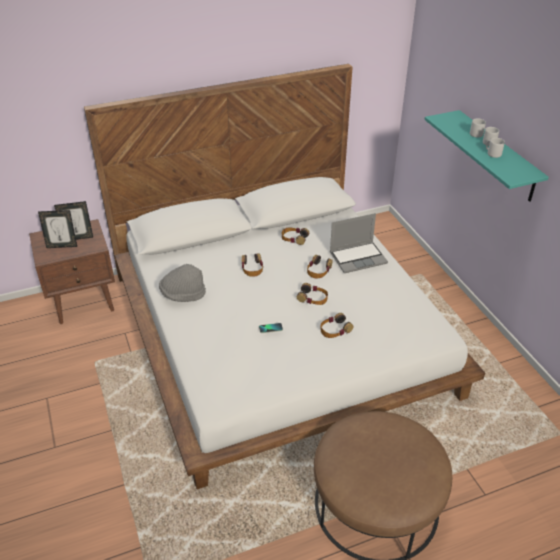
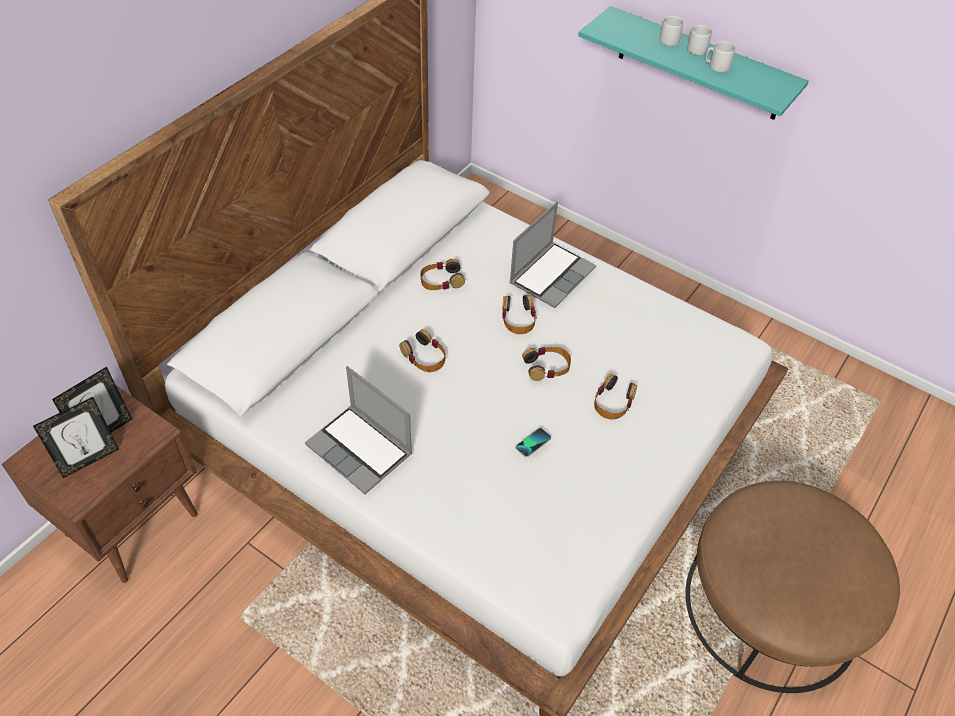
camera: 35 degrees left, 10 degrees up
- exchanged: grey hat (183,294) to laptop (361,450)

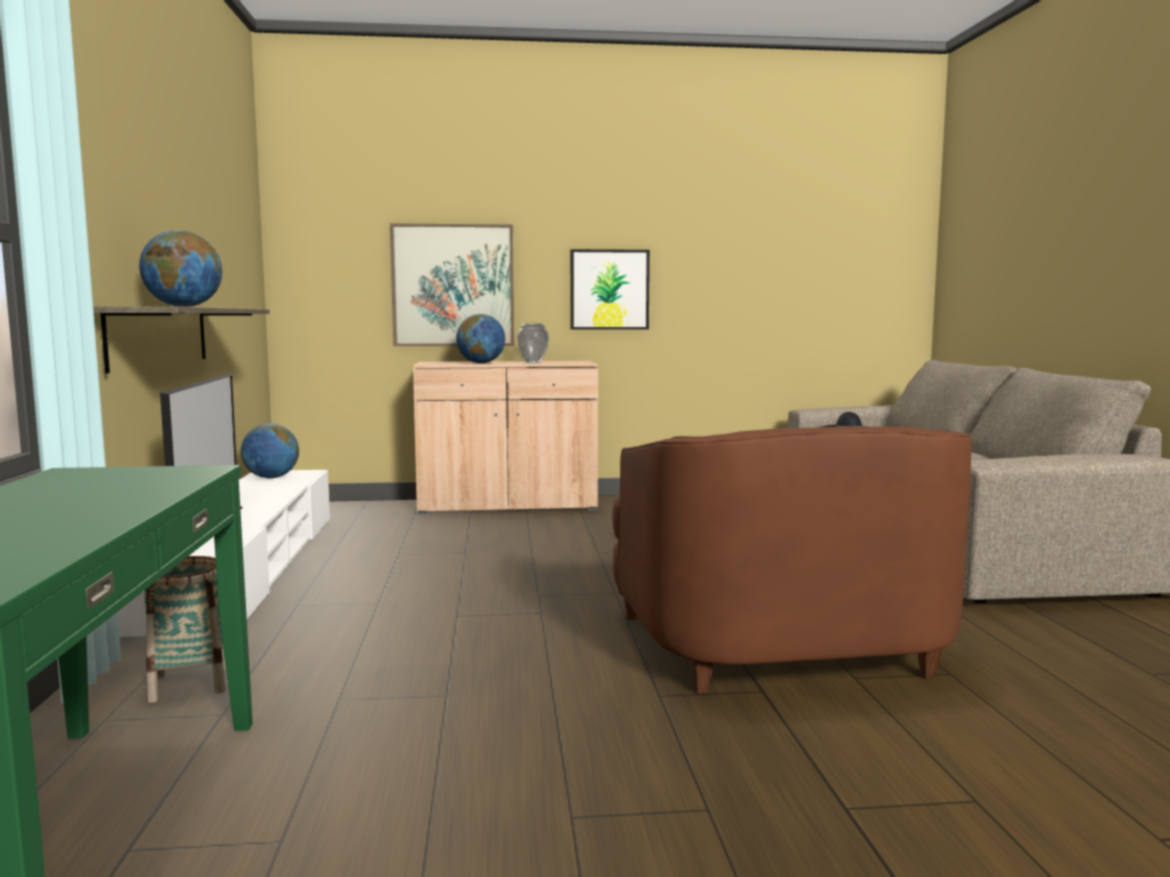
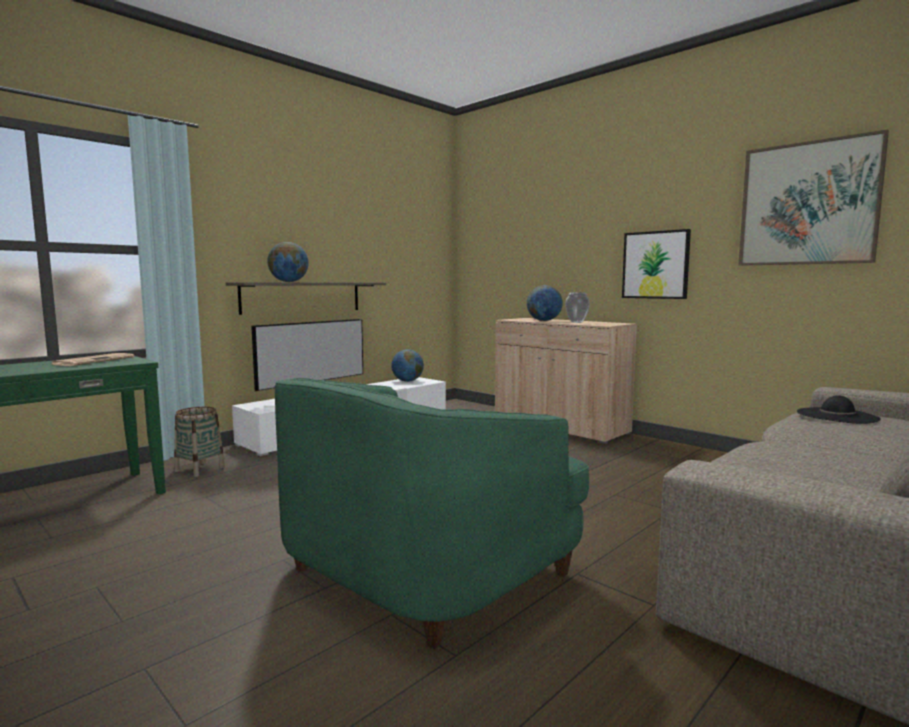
camera: 50 degrees right, 0 degrees up
- relocated: picture (453,285) to (808,204)
- colour: brown armchair (777,643) to green armchair (425,568)
- appeared: newspaper (94,361)

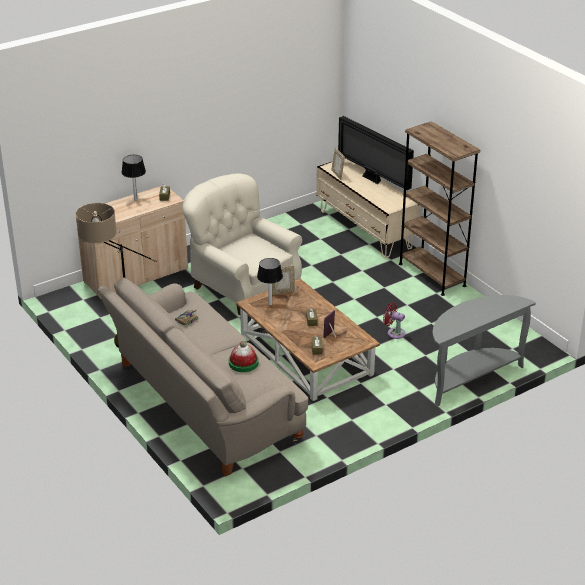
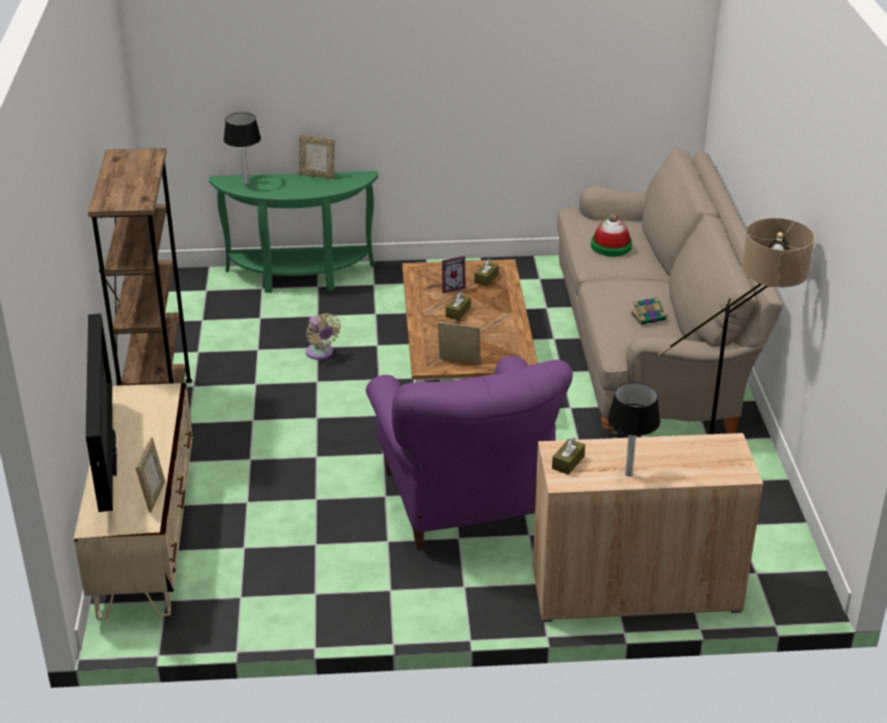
camera: 150 degrees left, 0 degrees up
- colour: beige armchair (241,286) to purple armchair (466,500)
- relocated: table lamp (270,304) to (246,182)
- colour: red fan (394,332) to beige fan (320,353)
- colour: grey console table (470,378) to green console table (299,277)
- appeared: picture frame (317,175)

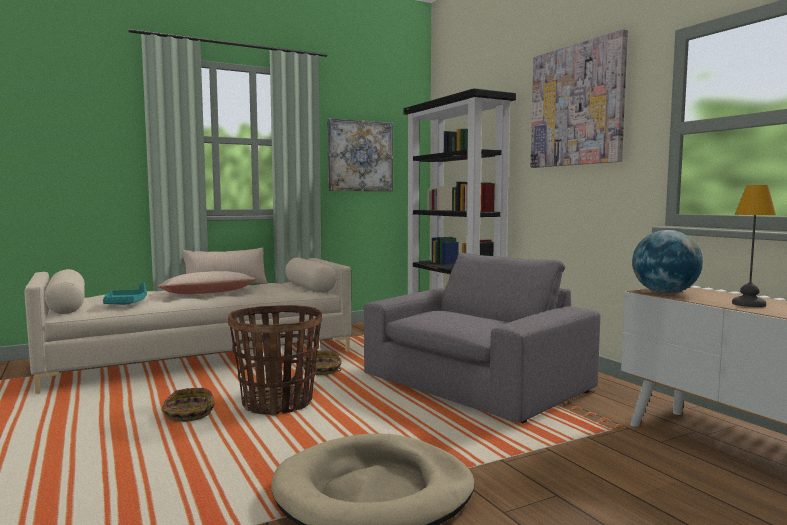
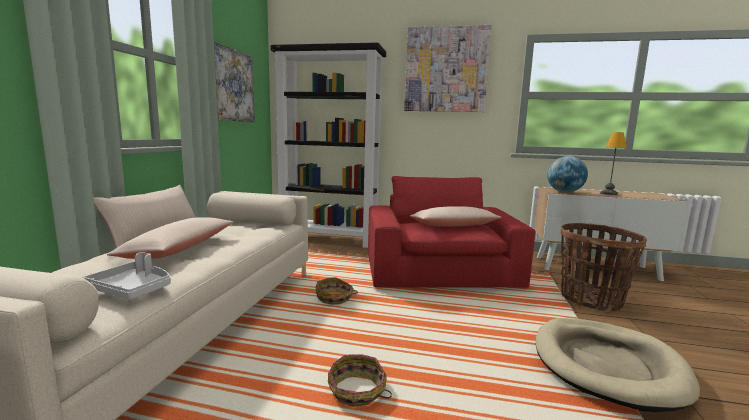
camera: 50 degrees left, 5 degrees up
- colour: turquoise tray (126,303) to grey tray (132,289)
- relocated: basket (278,403) to (591,300)
- colour: grey armchair (475,384) to red armchair (440,271)
- appeared: beige pillow (453,226)

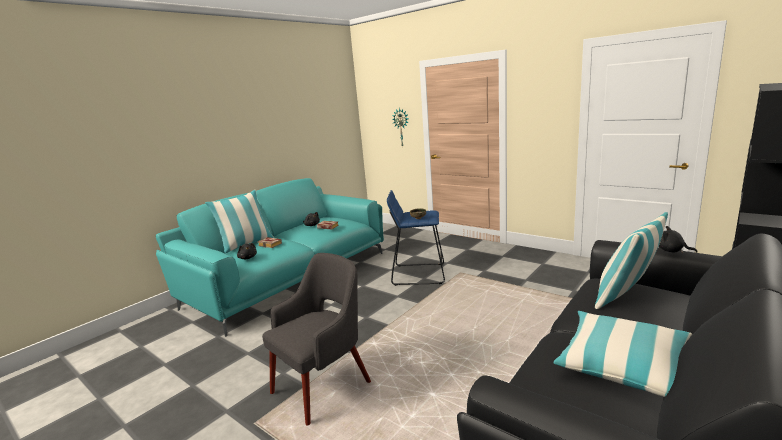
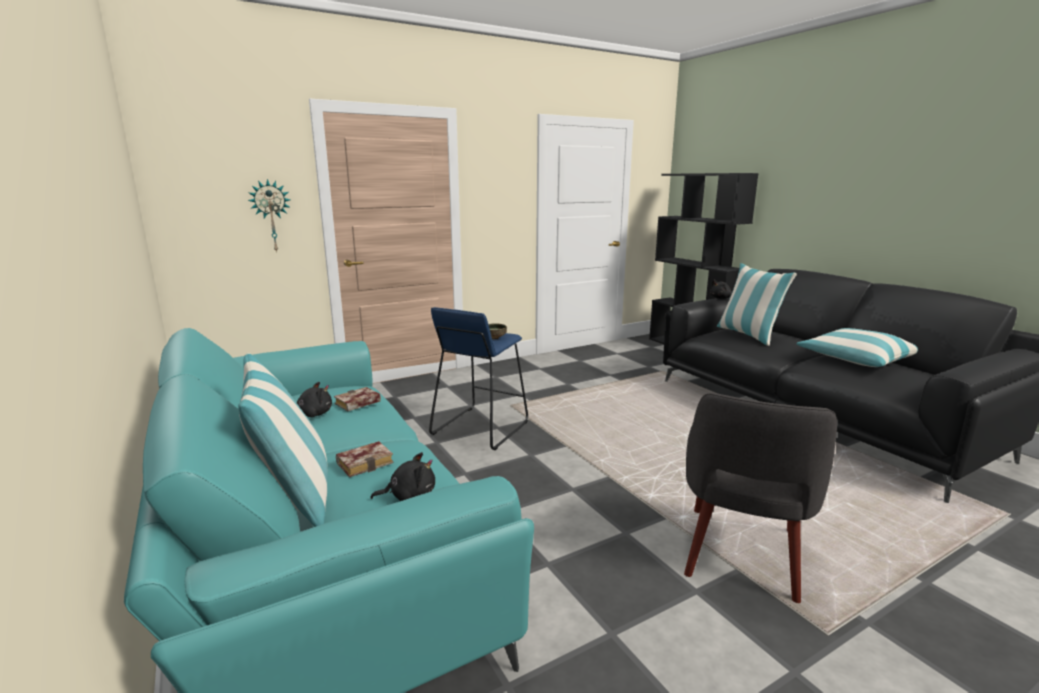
camera: 70 degrees left, 0 degrees up
- spun: grey armchair (323,386) = (741,554) 135 degrees counterclockwise

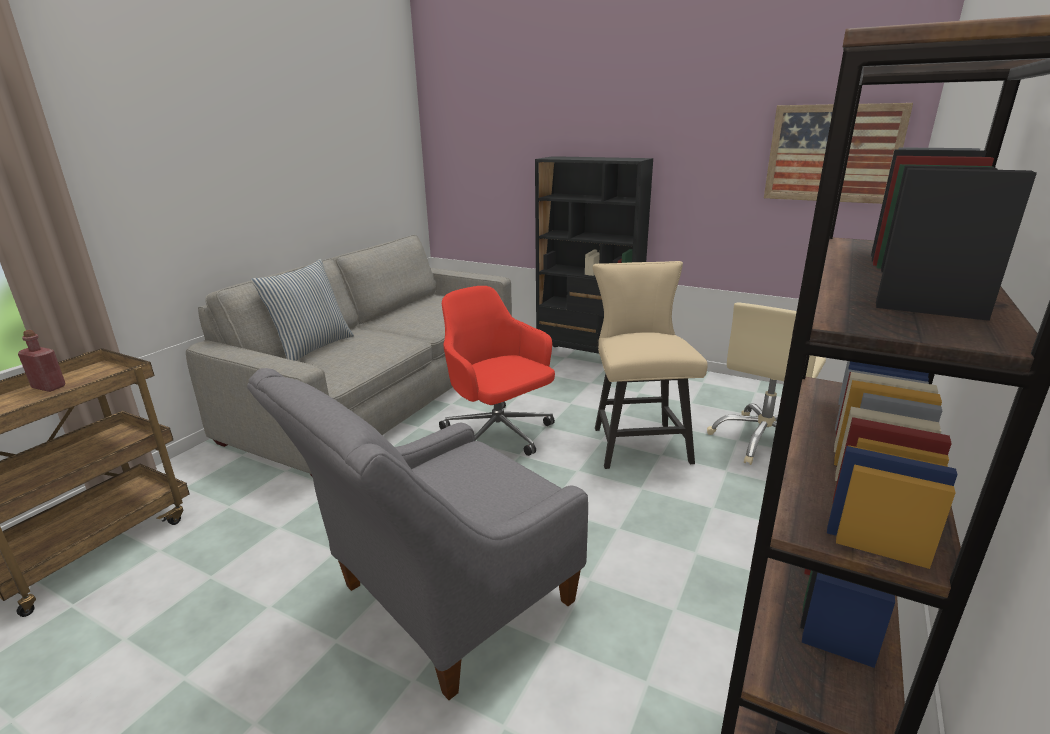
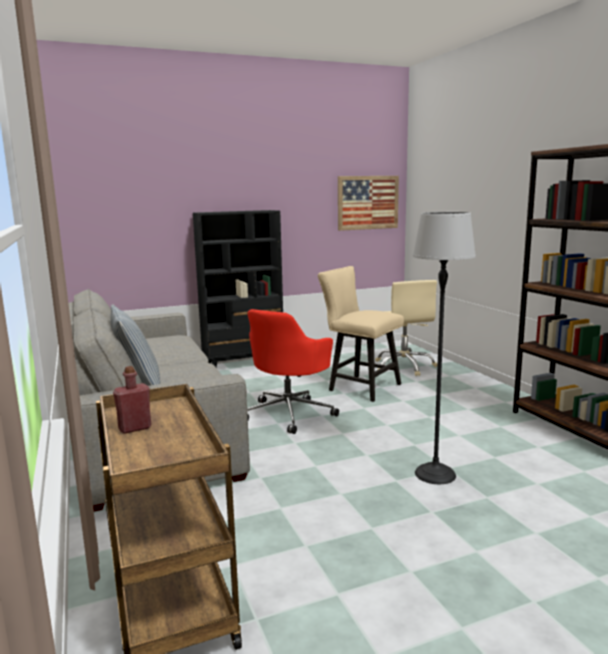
camera: 50 degrees left, 10 degrees down
- exchanged: grey armchair (442,603) to floor lamp (434,474)
- spun: red office chair (498,436) = (289,414) 60 degrees counterclockwise

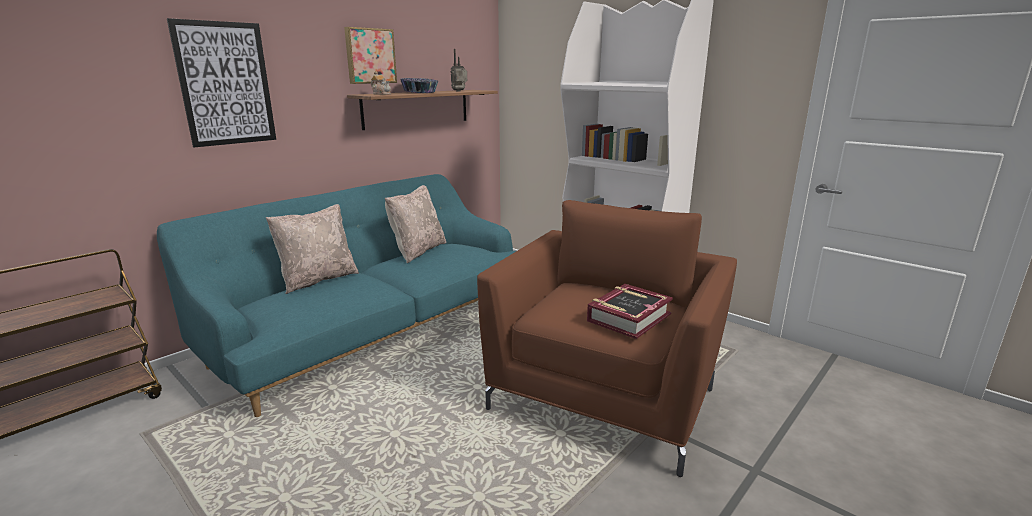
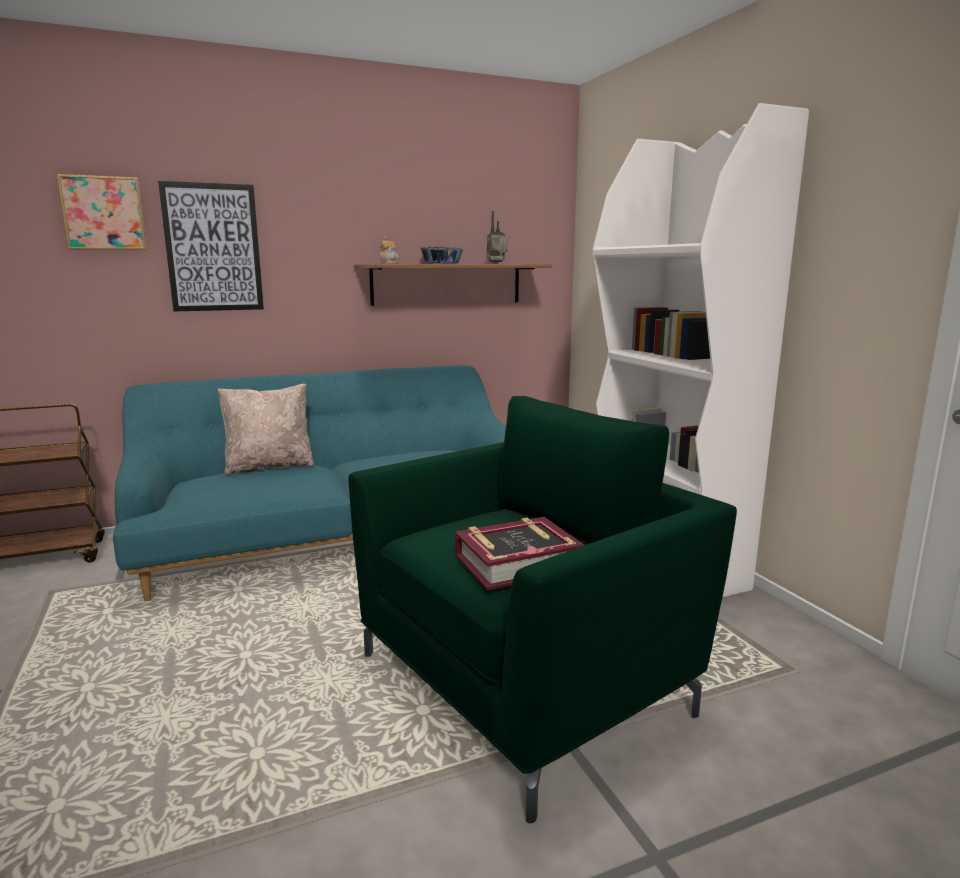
camera: 25 degrees right, 5 degrees down
- relocated: picture (370,56) to (104,213)
- missing: beige pillow (417,251)
- colour: brown armchair (605,397) to green armchair (526,682)

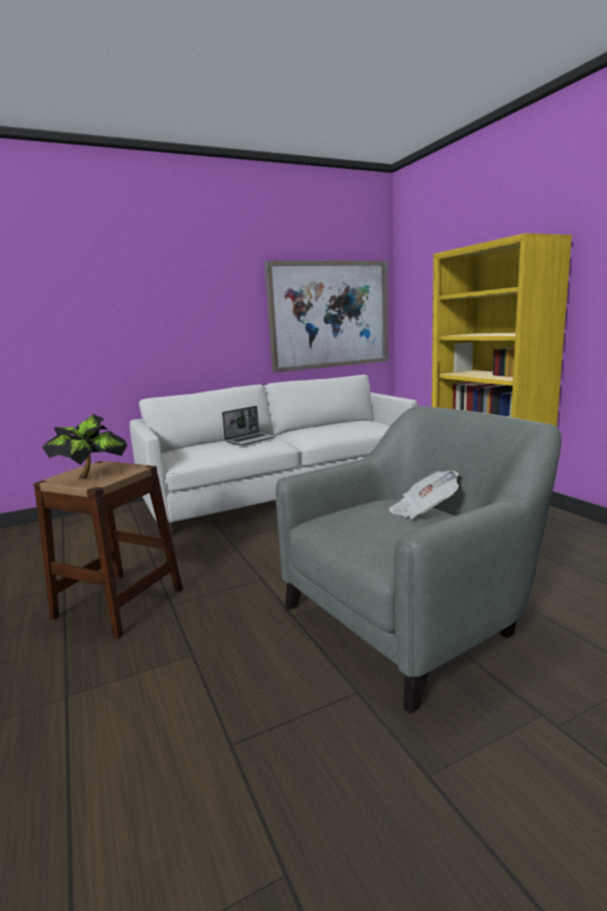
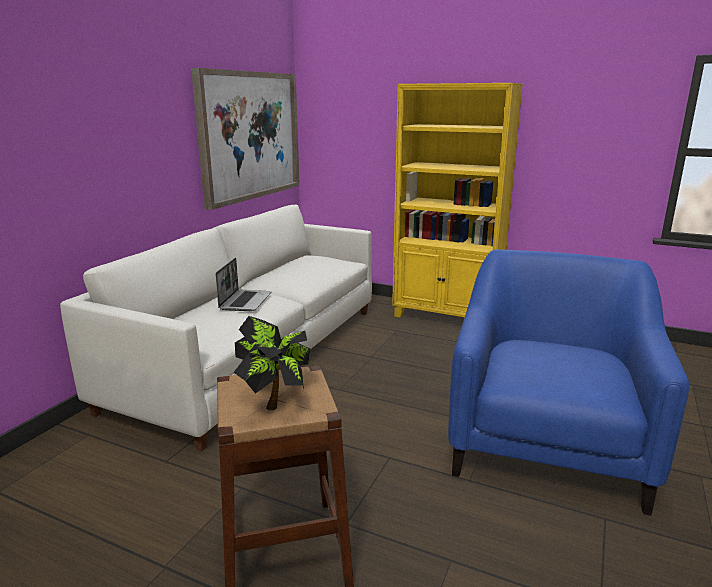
camera: 40 degrees left, 5 degrees up
- colour: grey armchair (412,615) to blue armchair (546,440)
- missing: newspaper (423,511)

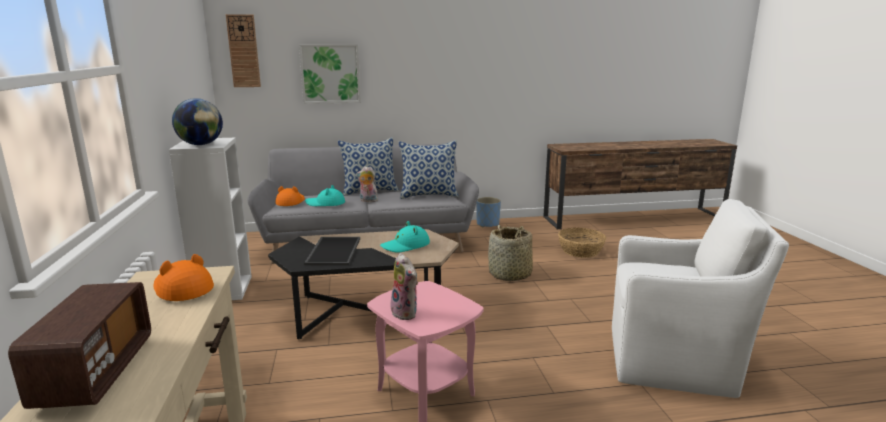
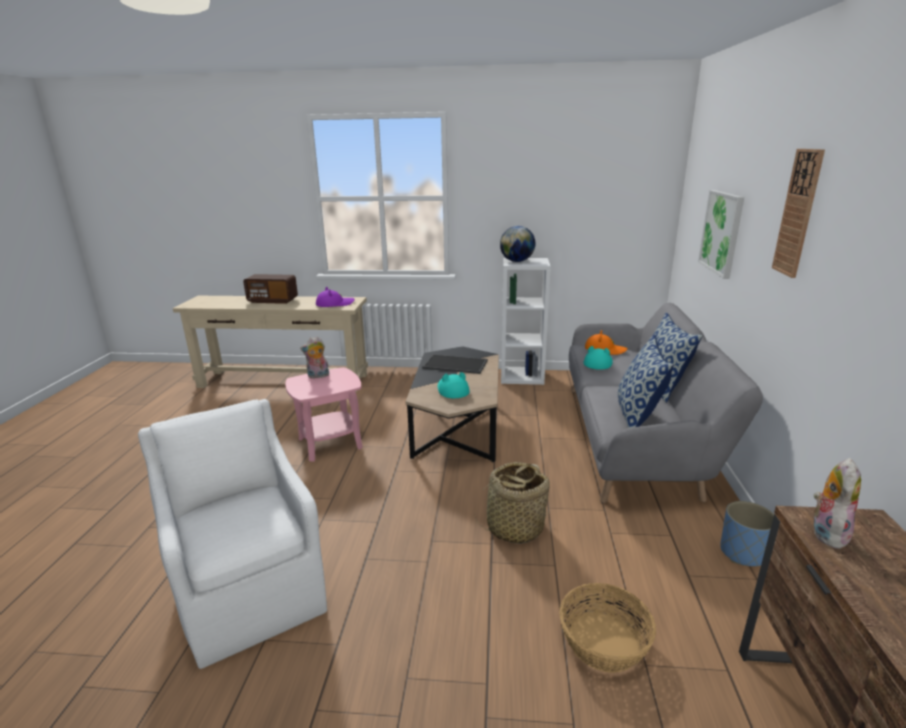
camera: 105 degrees right, 5 degrees up
- colour: orange hat (182,288) to purple hat (334,304)
- relocated: wall clock (243,51) to (798,213)
- relocated: plush toy (368,201) to (826,532)
- spun: white armchair (674,362) = (251,592) 120 degrees clockwise

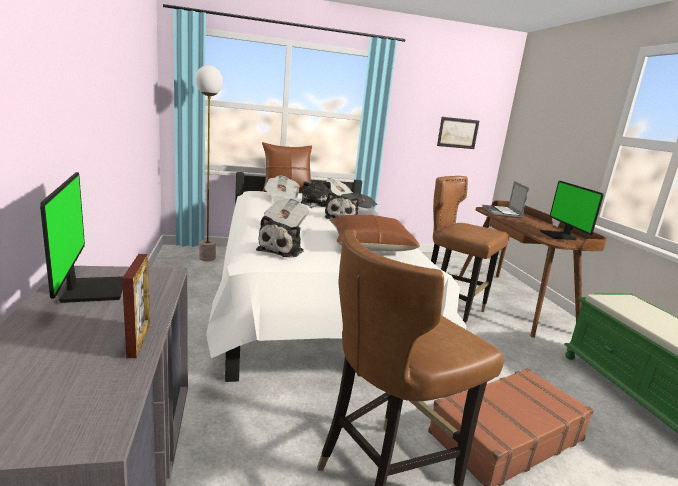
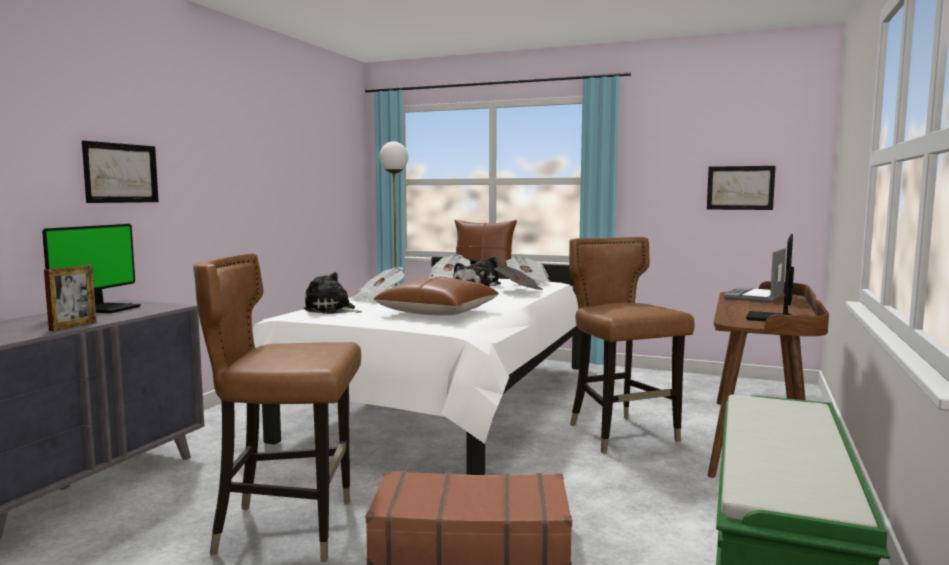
camera: 35 degrees right, 10 degrees down
- spun: plush toy (282,250) = (332,310) 60 degrees clockwise
- appeared: picture (121,173)

